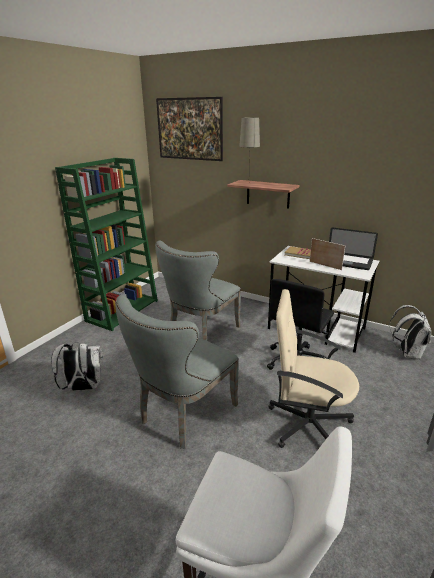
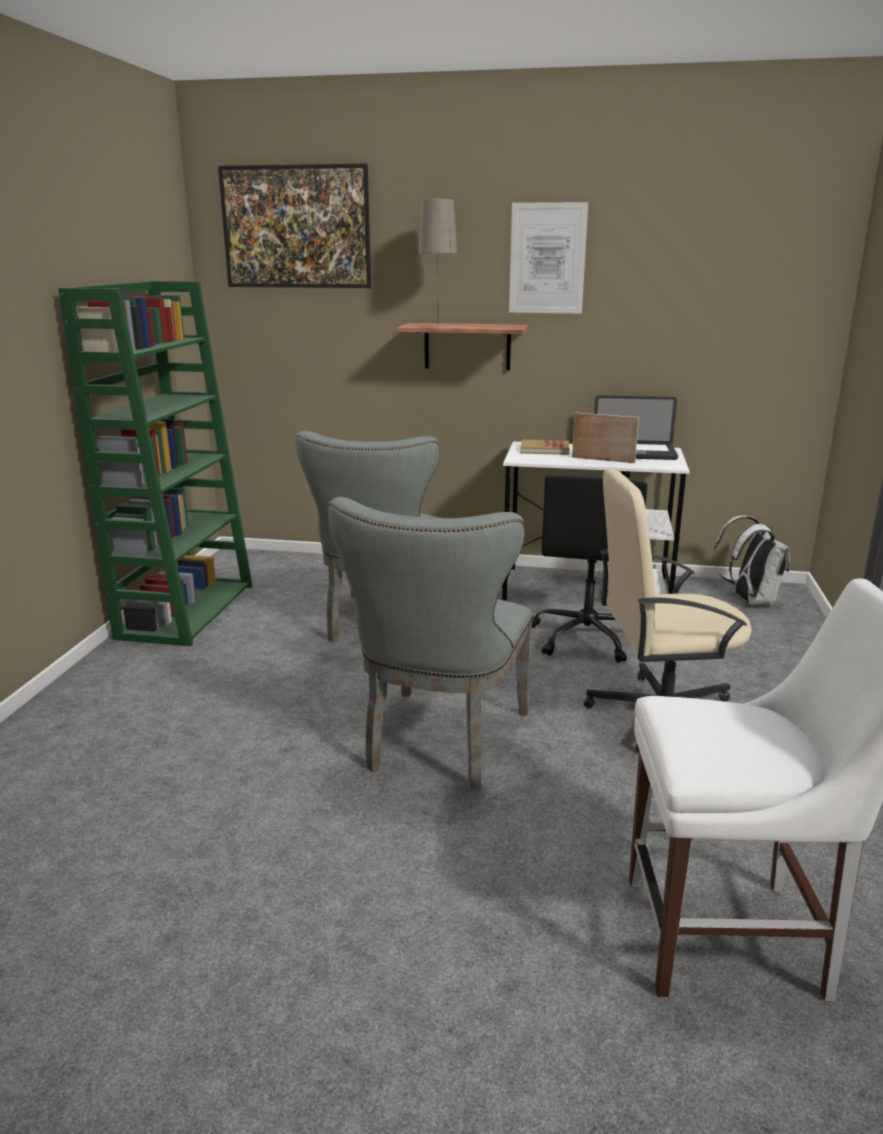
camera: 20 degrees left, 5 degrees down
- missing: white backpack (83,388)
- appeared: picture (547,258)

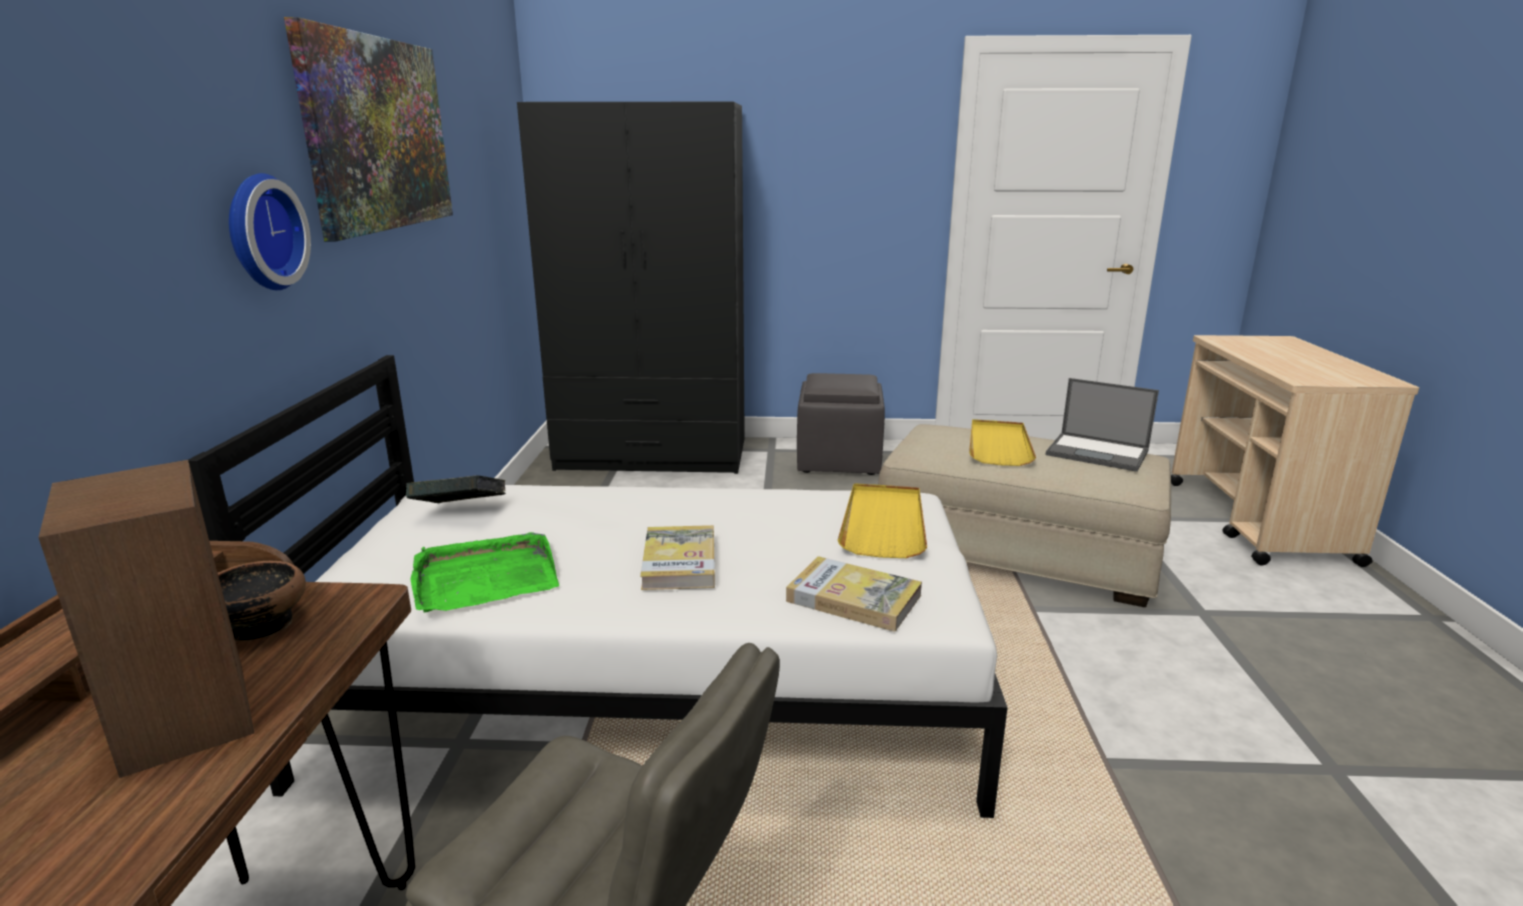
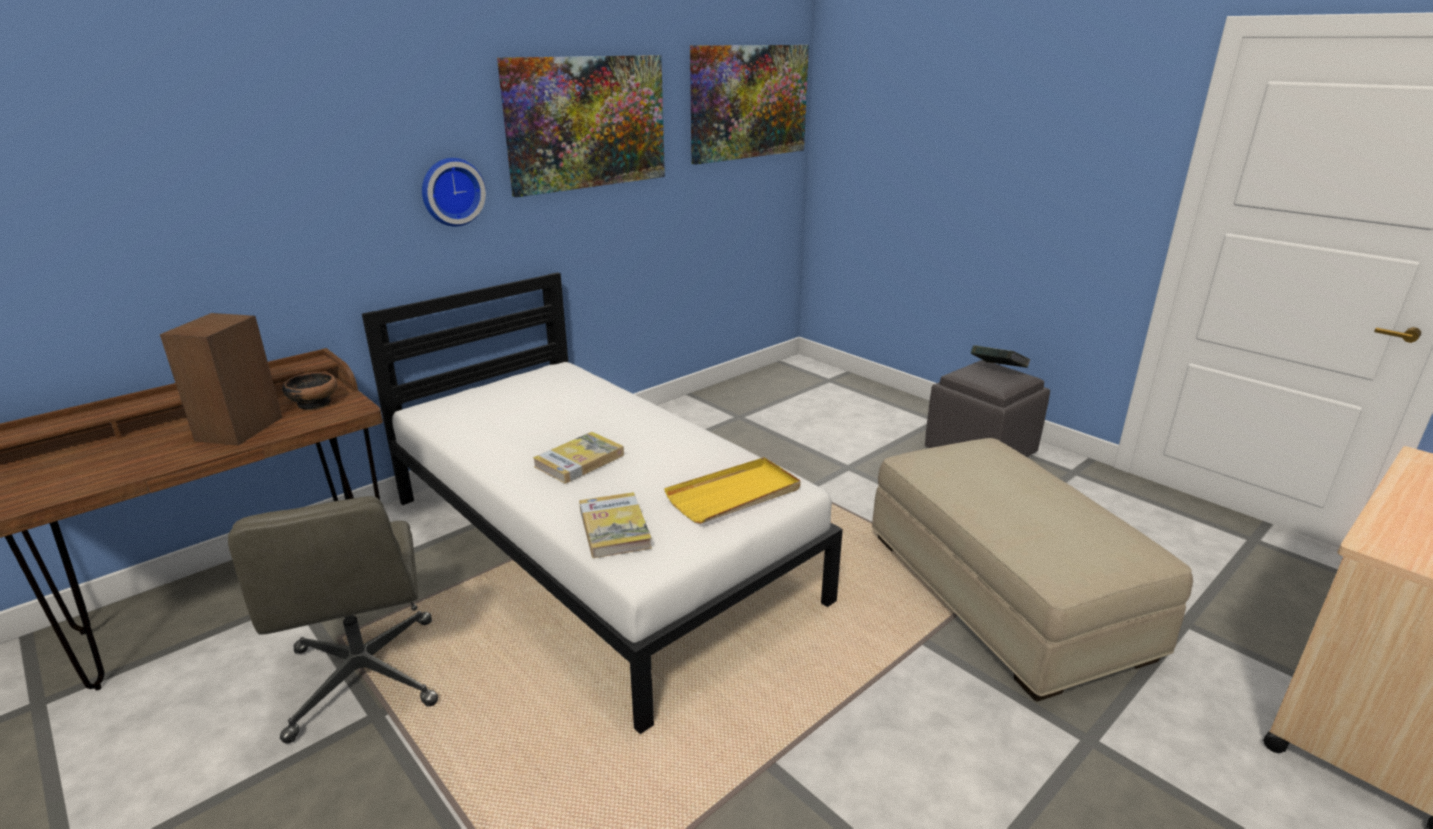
camera: 45 degrees right, 5 degrees up
- relocated: book (460,512) to (997,371)
- missing: green tray (484,578)
- missing: black wardrobe (653,454)
- missing: yellow tray (998,446)
- missing: laptop (1098,453)
- appeared: picture (749,102)

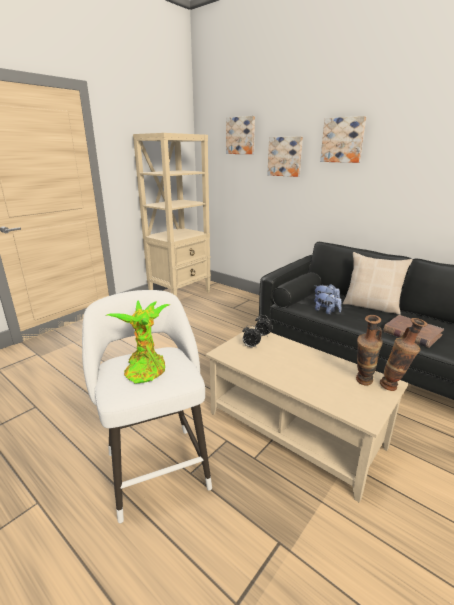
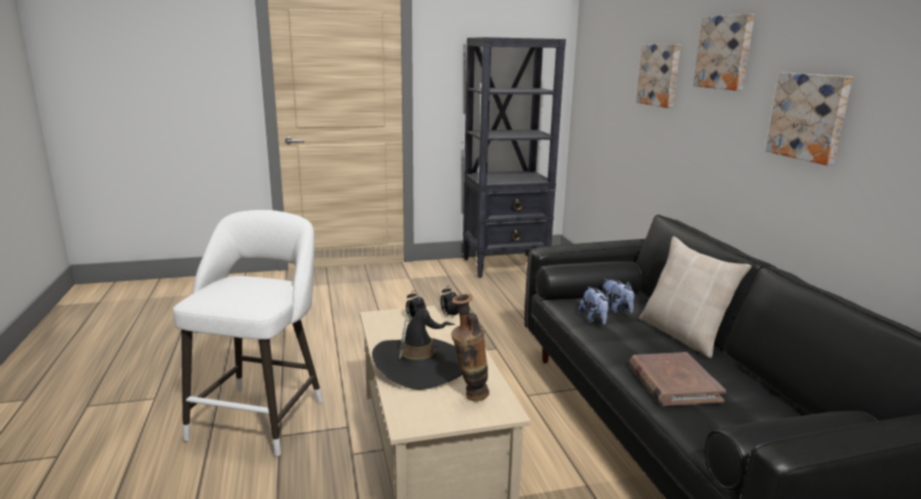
camera: 35 degrees right, 5 degrees down
- missing: potted plant (145,368)
- colour: beige bookcase (180,294) to black bookcase (505,265)
- relocated: picture (241,135) to (809,117)
- missing: vase (394,388)
- appeared: black hat (420,365)

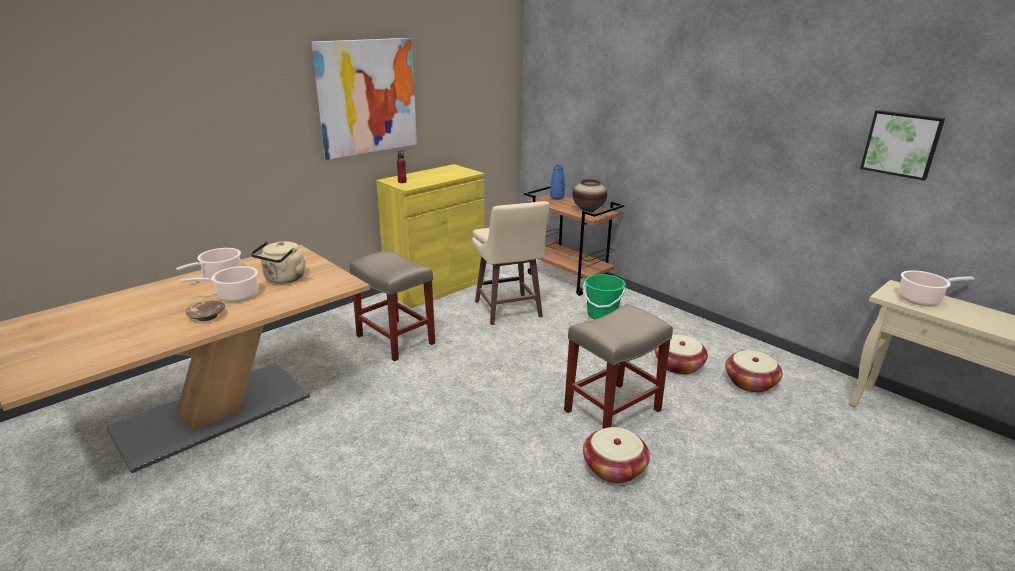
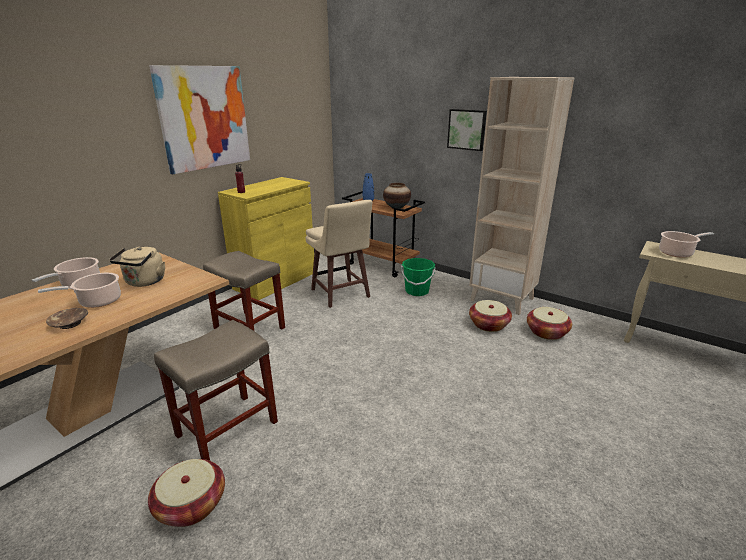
camera: 10 degrees left, 0 degrees up
- relocated: beige stool (611,411) to (226,429)
- relocated: basket (614,468) to (191,505)
- relocated: picture (901,144) to (467,129)
- appeared: beige bookcase (502,299)

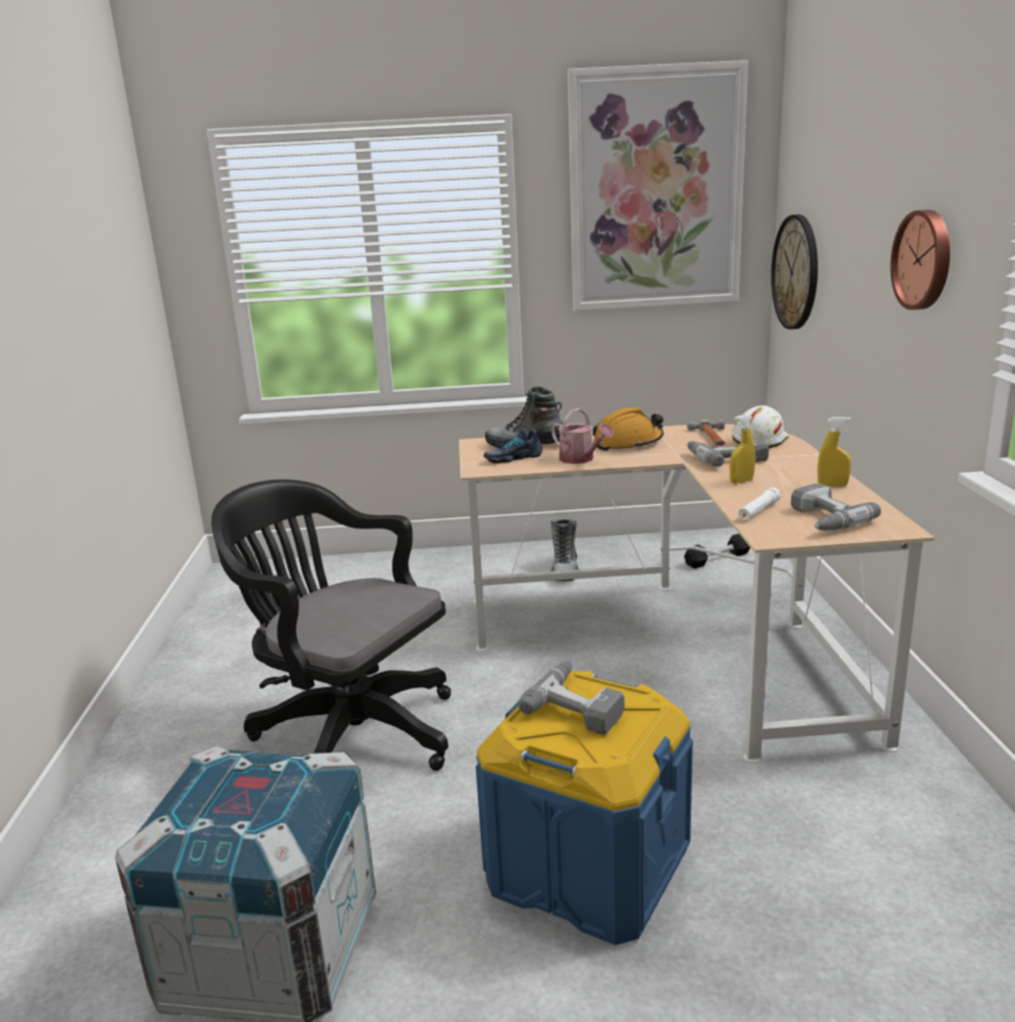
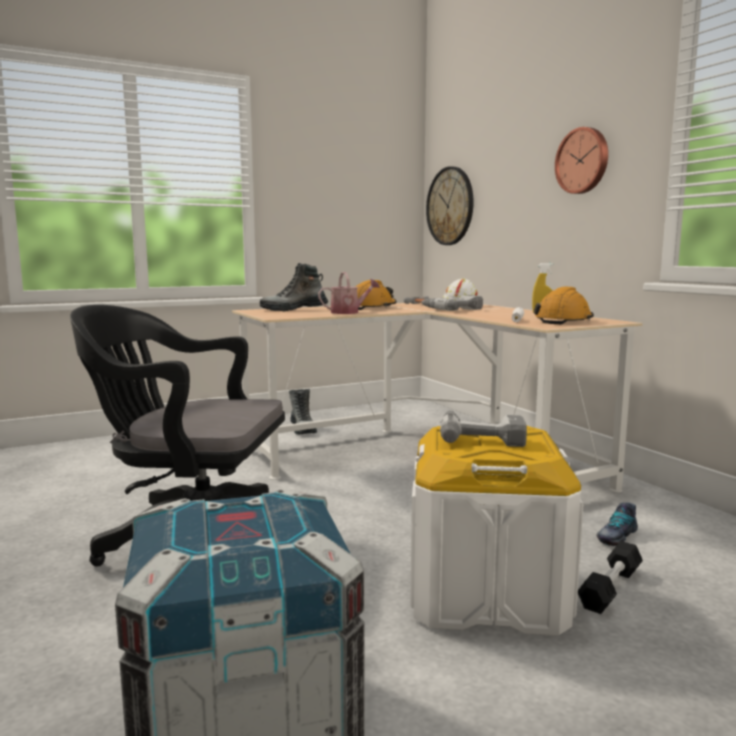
camera: 25 degrees left, 10 degrees down
- colour: blue storage box (587,867) to white storage box (486,592)
- relocated: shoe (513,458) to (616,536)
- spun: watering can (580,459) = (349,312) 45 degrees counterclockwise
- missing: picture (655,190)
- relocated: black dumbbell (717,559) to (610,589)
- missing: yellow spray bottle (741,481)
- exchanged: power drill (822,519) to orange hard hat (564,321)

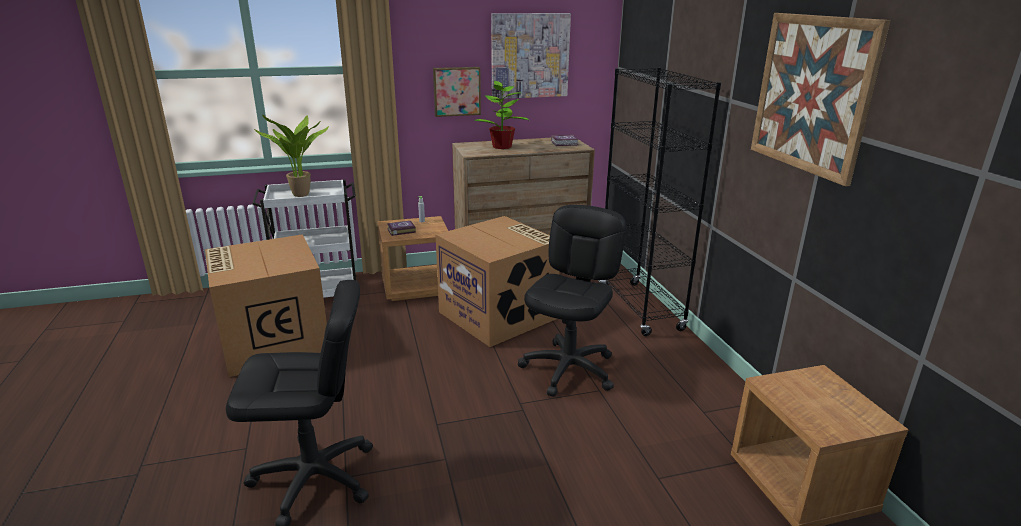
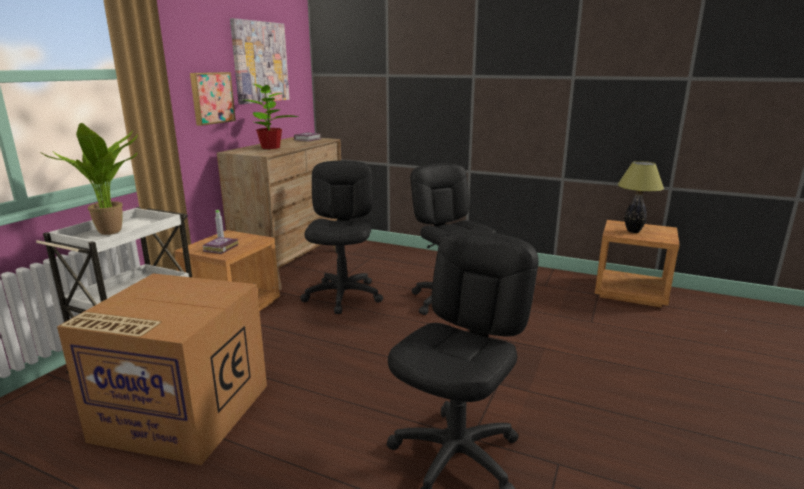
camera: 50 degrees left, 5 degrees down
- exchanged: cardboard box (499,315) to black office chair (343,296)
- missing: black bookcase (639,308)
- missing: picture (812,94)
- appeared: table lamp (633,231)

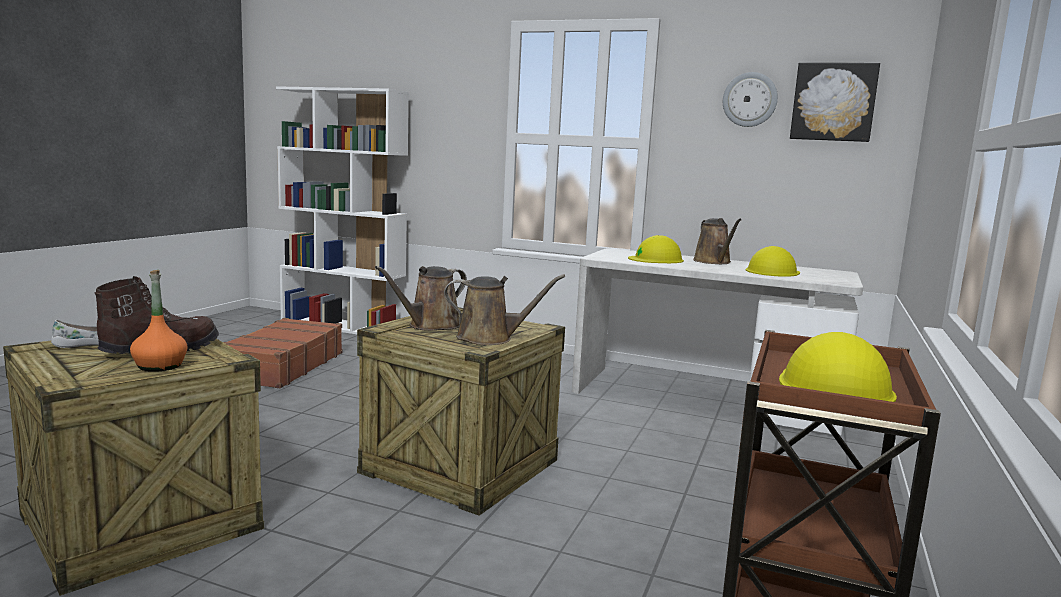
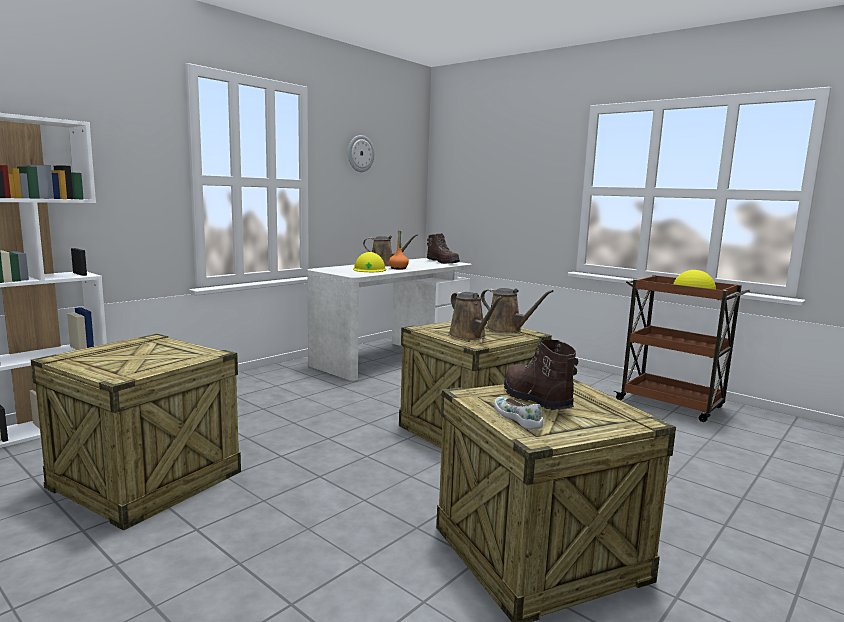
camera: 70 degrees left, 0 degrees up
- relocated: orange bottle (159,366) to (398,268)
- exchanged: brown suitcase (281,366) to crate (148,479)
- spun: brown watering can (490,338) = (506,329) 105 degrees clockwise
- missing: yellow hard hat (772,271)
- missing: picture (833,102)
- appeared: brown boot (443,262)

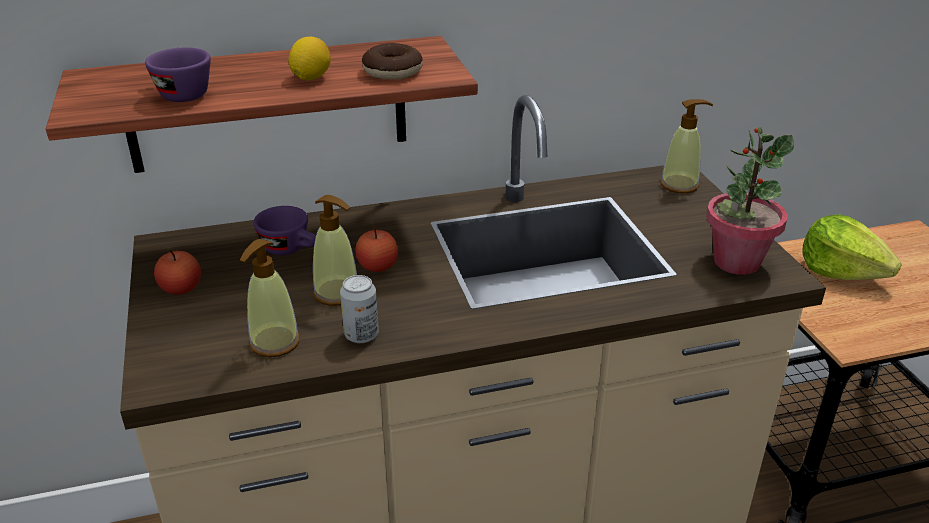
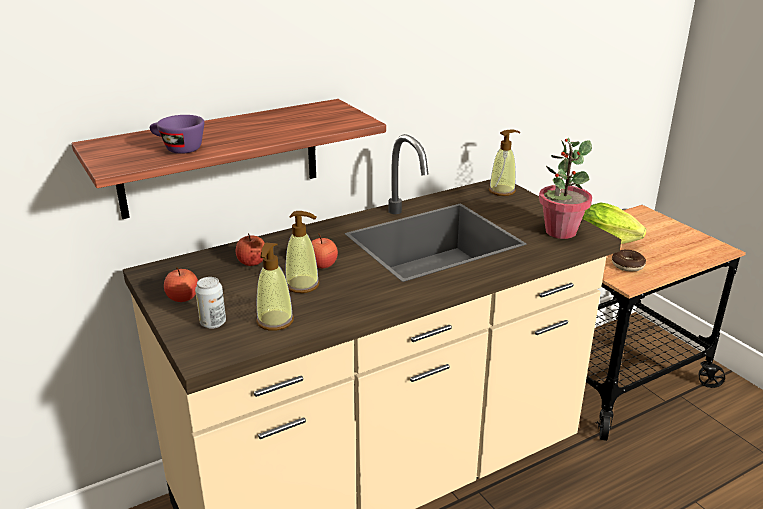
camera: 15 degrees left, 5 degrees down
- exchanged: purple cup (291,249) to apple (252,262)
- missing: lemon (311,78)
- relocated: can (361,335) to (213,323)
- relocated: donut (392,71) to (627,265)

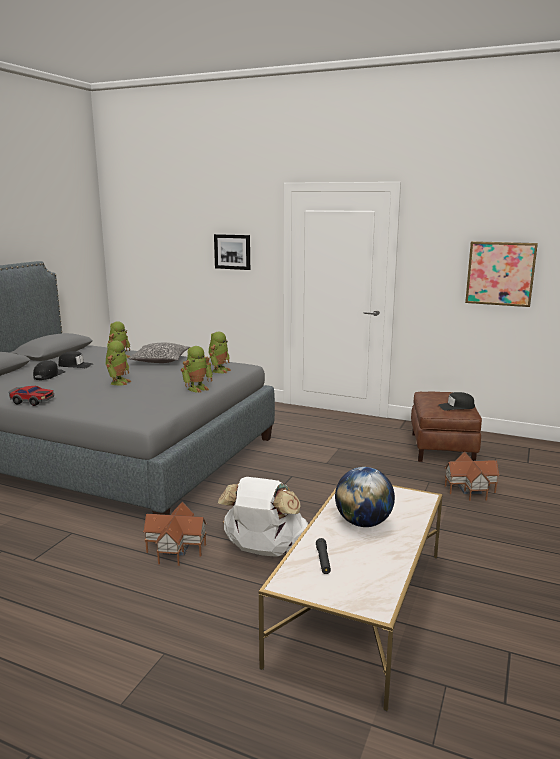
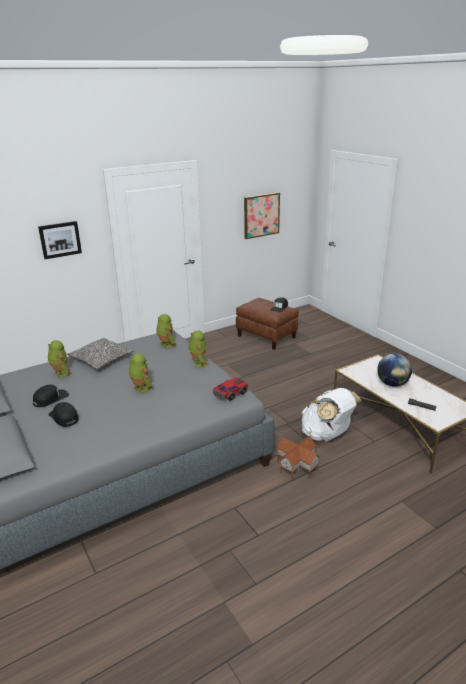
camera: 55 degrees left, 10 degrees up
- relocated: toy car (32,401) to (230,393)
- missing: toy house (470,489)

